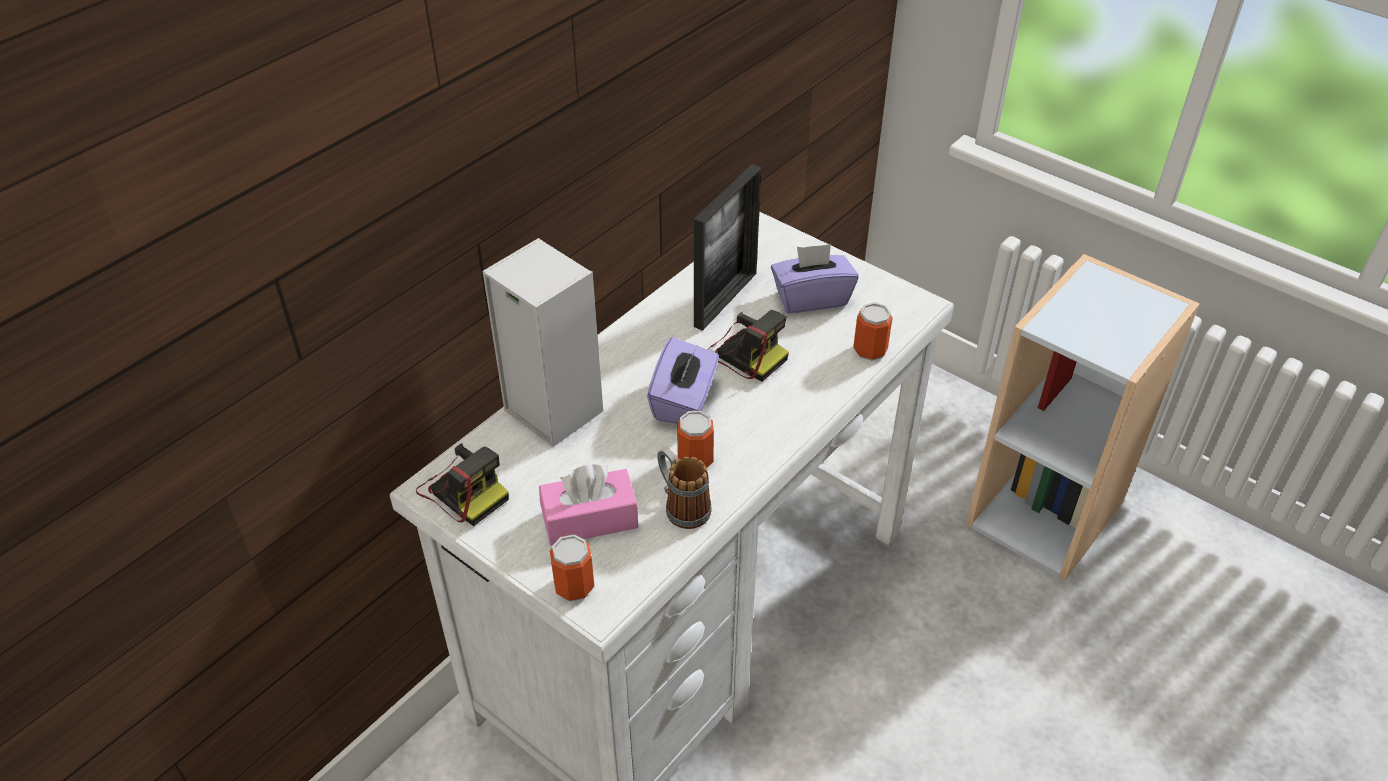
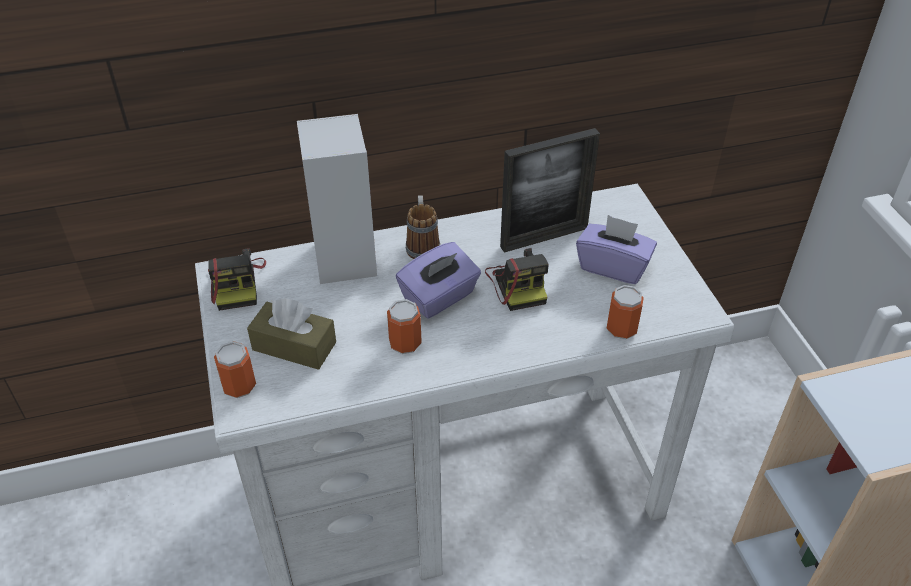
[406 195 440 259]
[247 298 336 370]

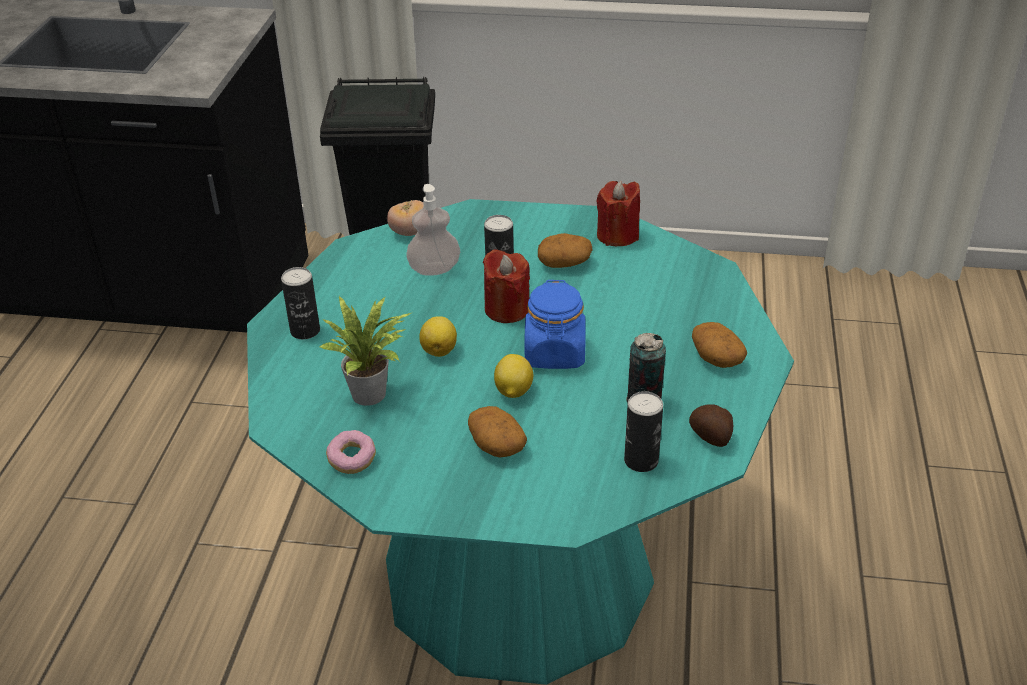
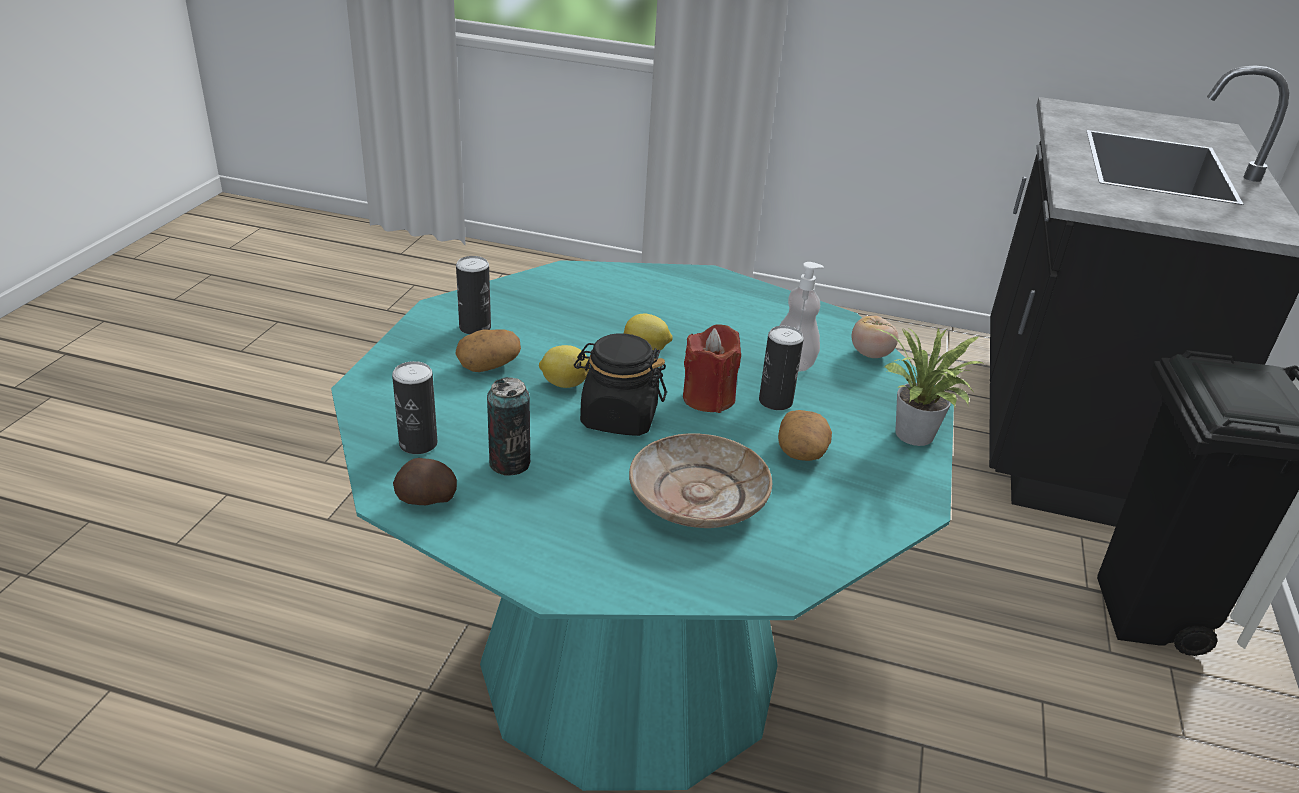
[326 430 376 474] (first image)
[596 181 640 246] (first image)
[692 322 747 368] (first image)
[629 433 772 528]
[456 256 491 335]
[874 328 985 446]
[574 333 667 436]

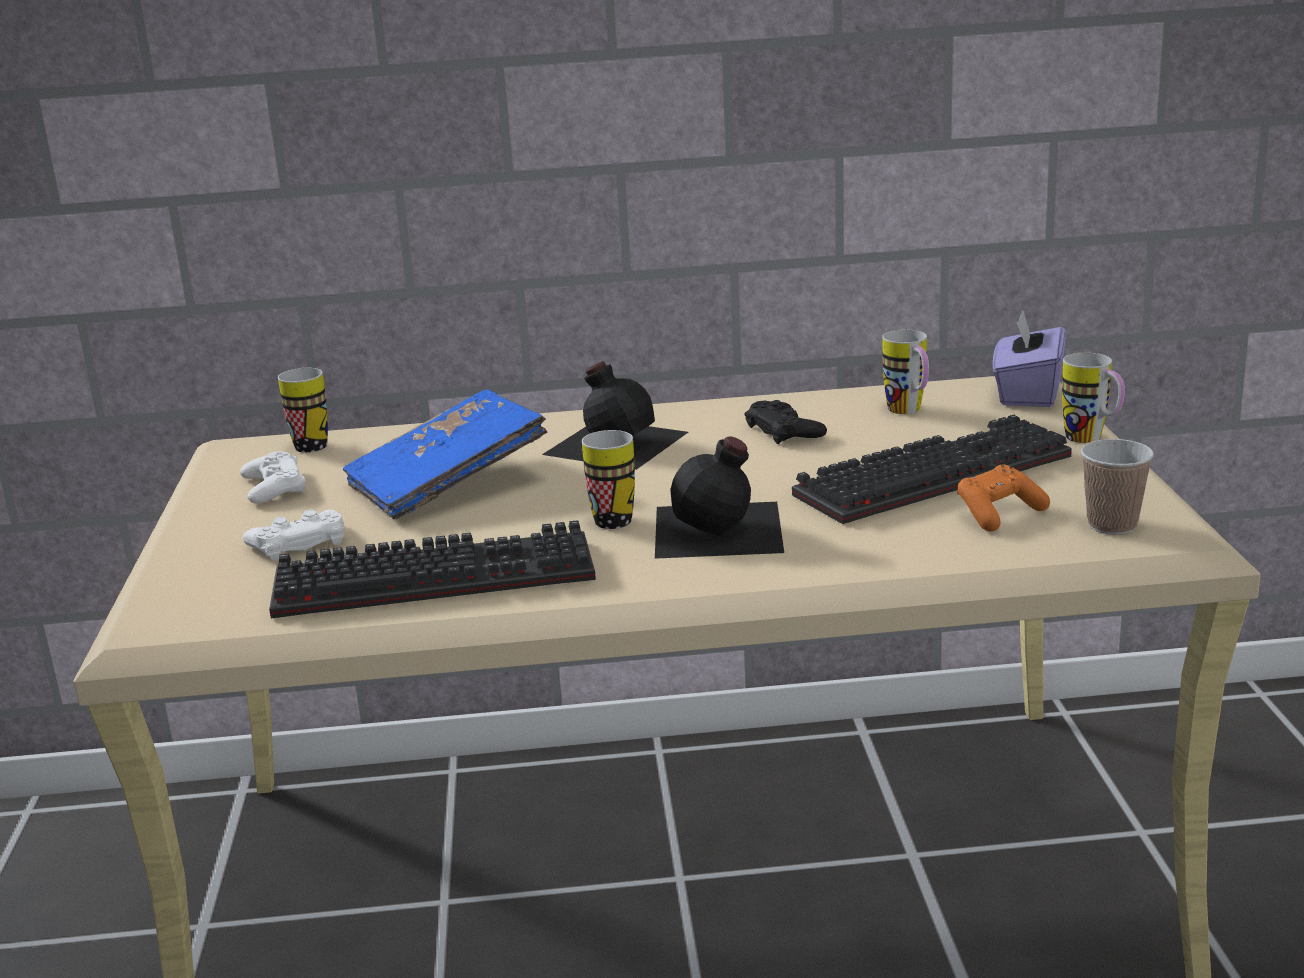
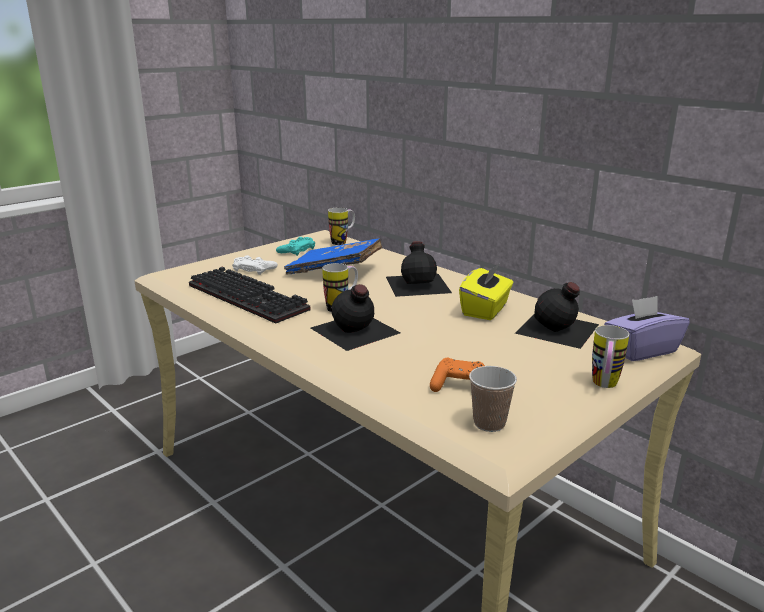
[792 415 1072 524] (first image)
[459 263 513 320]
[515 282 599 349]
[276 237 315 256]

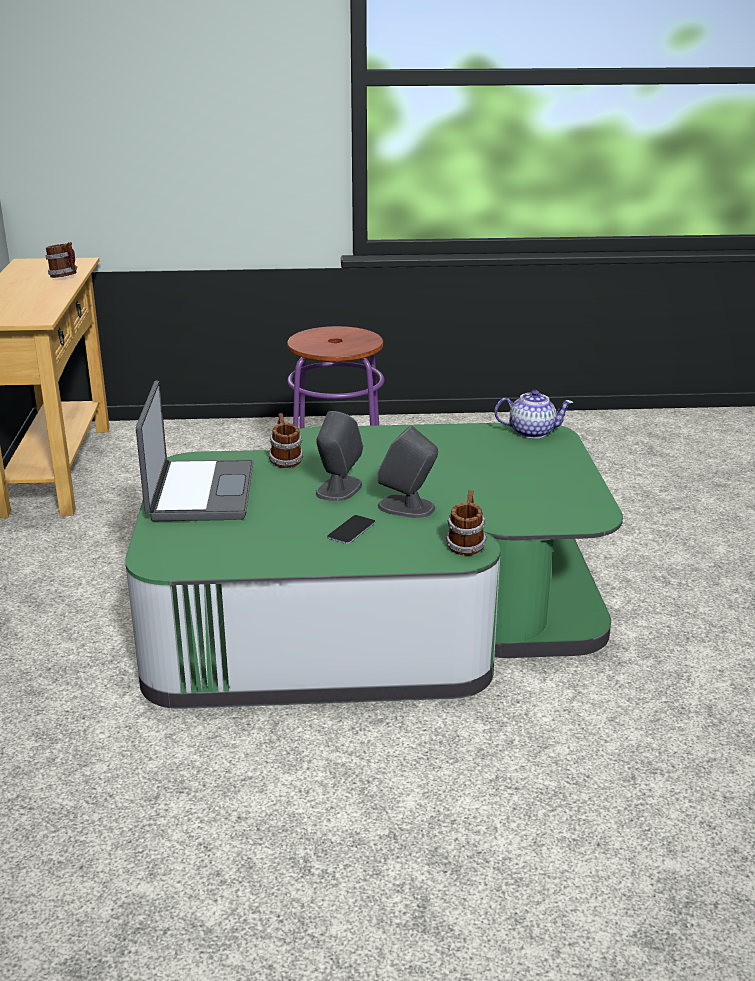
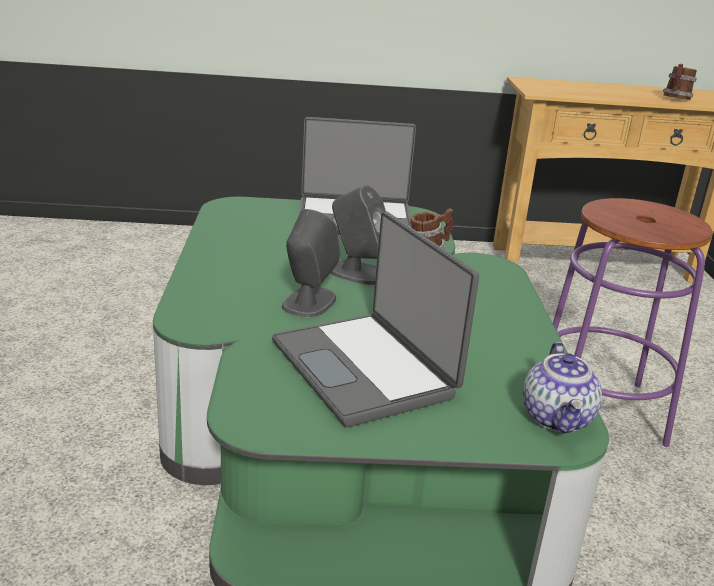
[327 515 375 544] (first image)
[445 490 487 555] (first image)
[272 212 479 427]

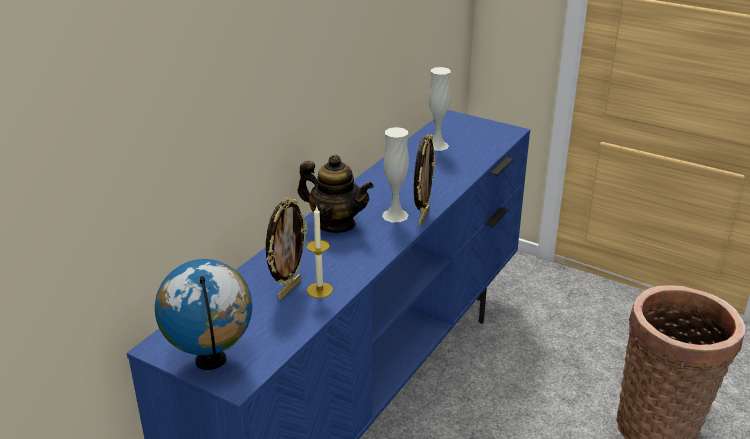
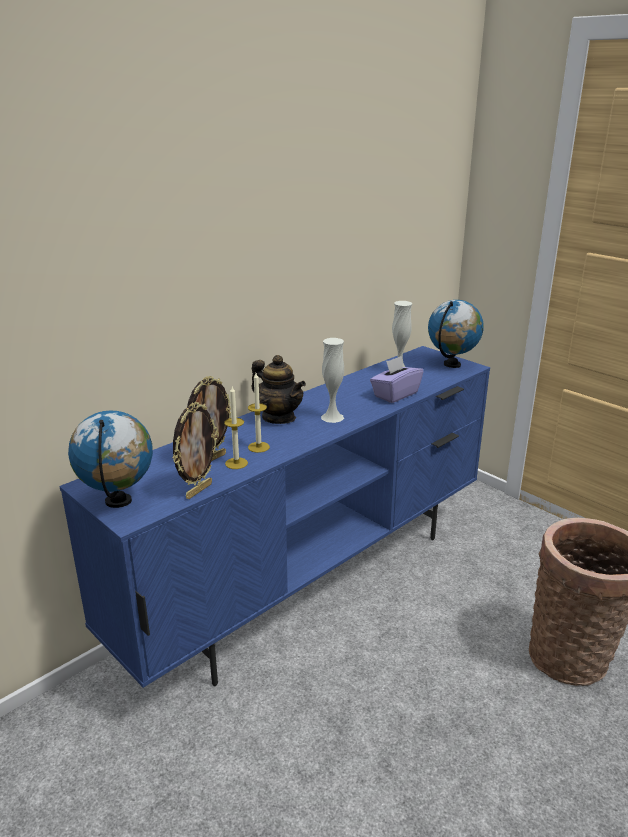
[248 373 270 453]
[370 356 424 403]
[428 300 483 368]
[173 402 219 499]

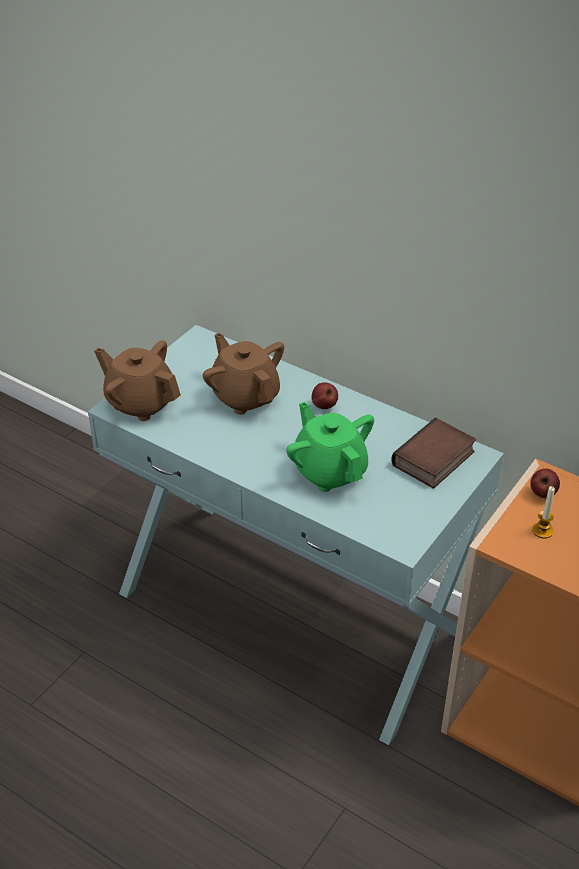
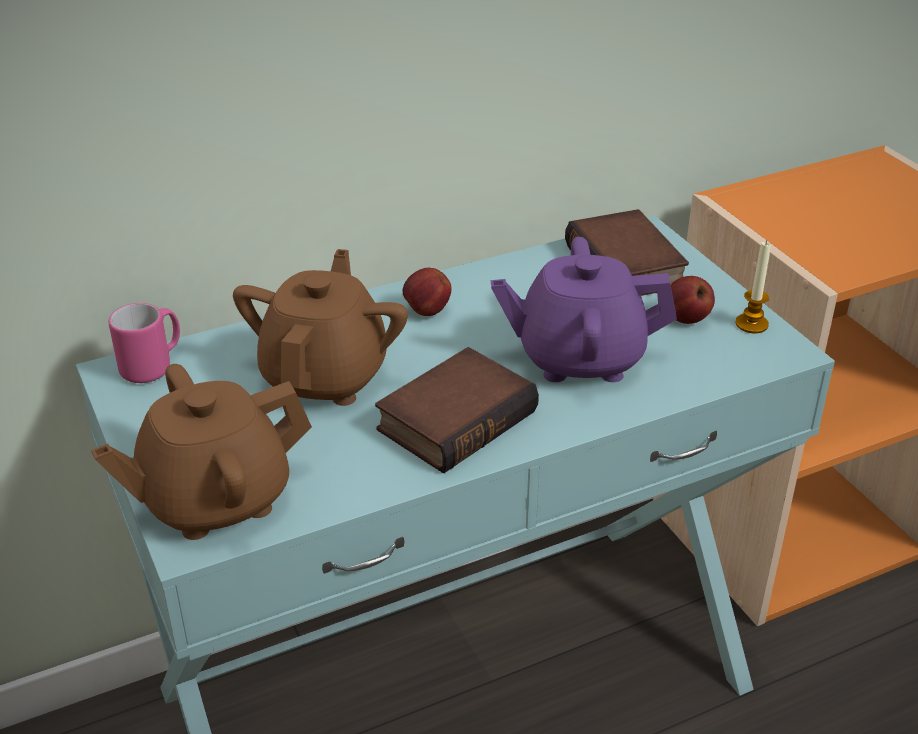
[109 303 180 383]
[375 347 539 473]
[671 276 715 324]
[735 241 771 333]
[491 237 677 382]
[233 249 408 406]

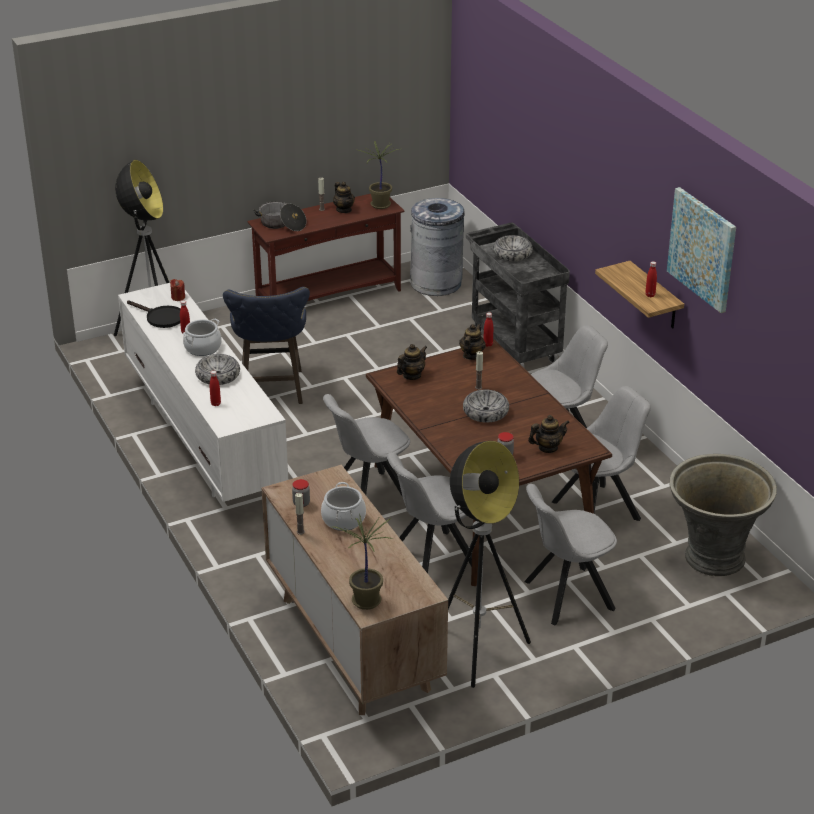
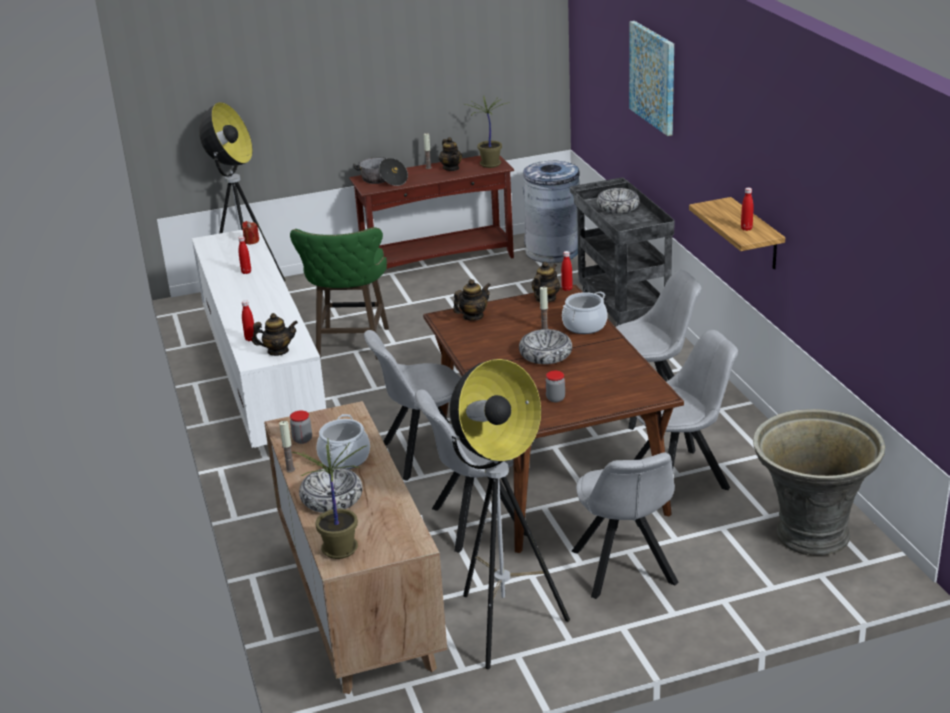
[127 301 181 328] (first image)
[562 291 607 334]
[299 467 363 513]
[252 313 298 356]
[629 21 674 136]
[290 227 389 360]
[571 453 678 599]

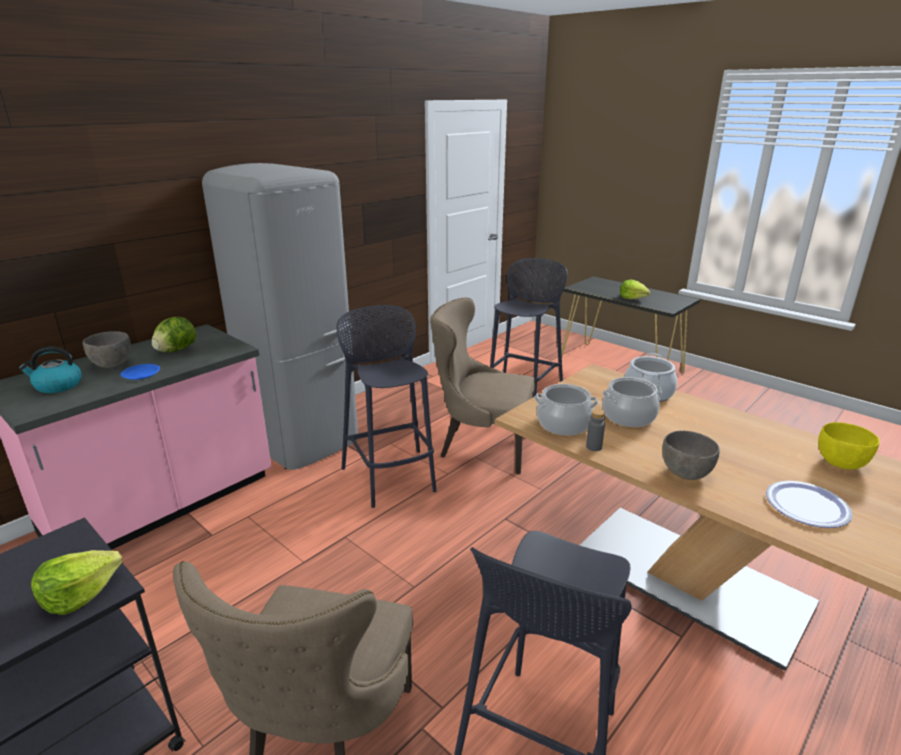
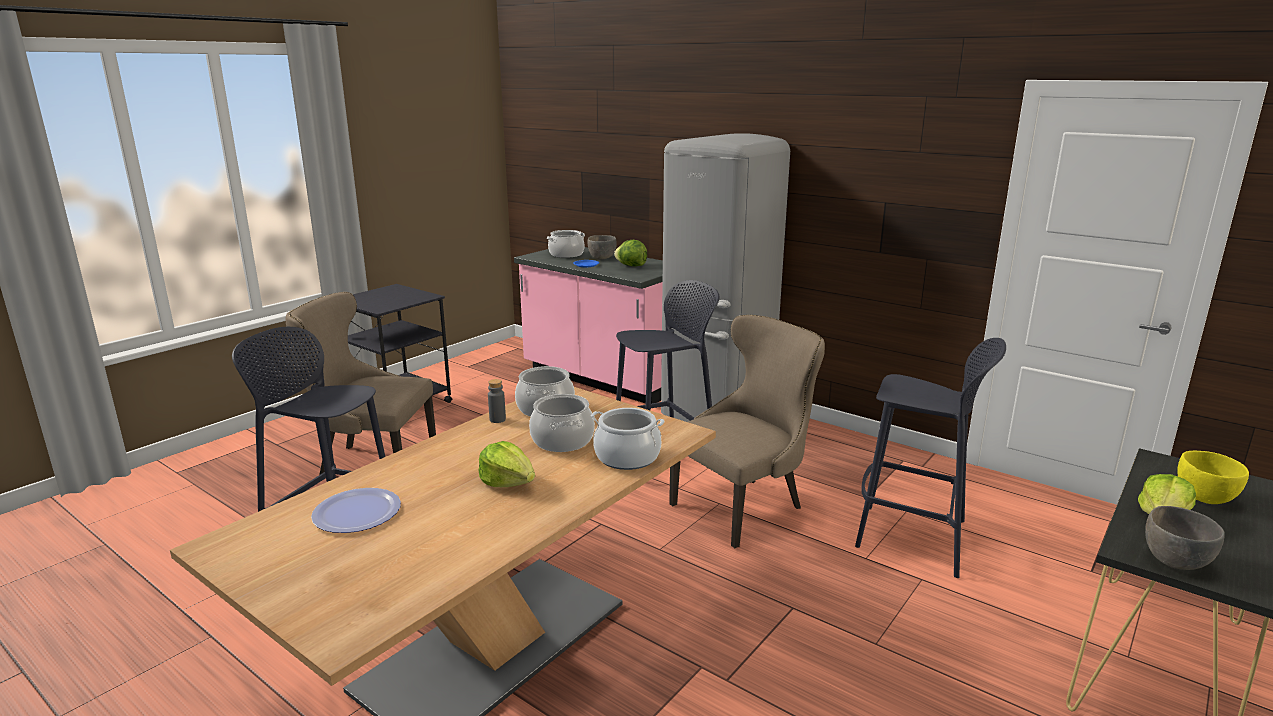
[479 441 535 487]
[1145 506 1225 570]
[1177 451 1249 504]
[547 230 585 258]
[669 315 825 548]

